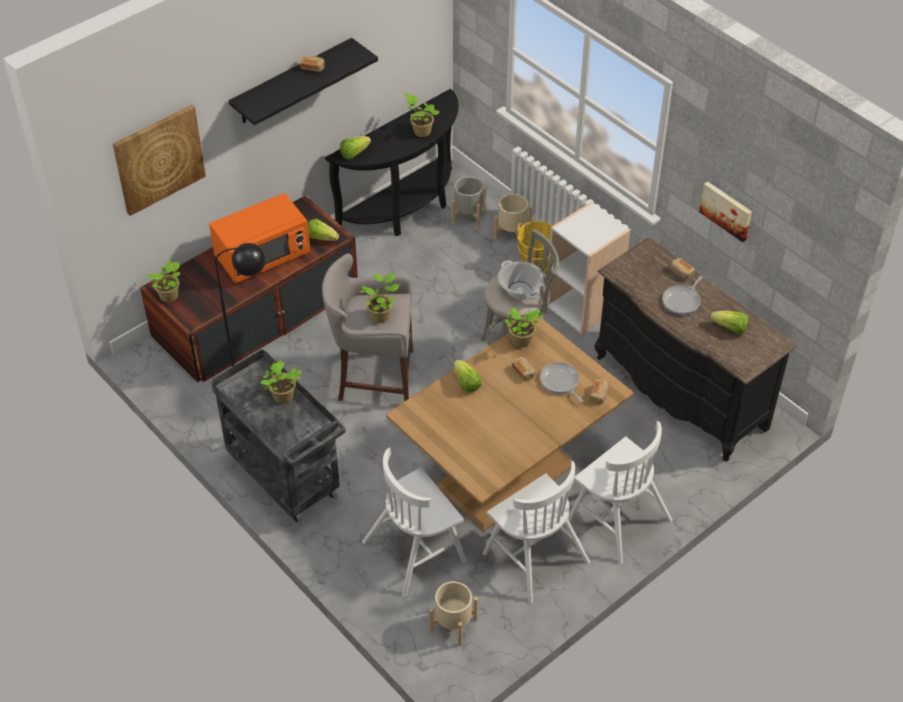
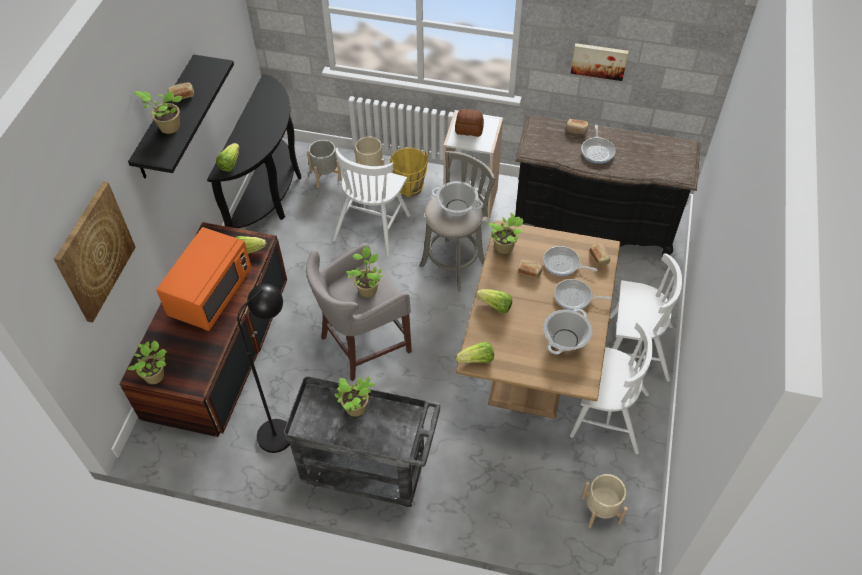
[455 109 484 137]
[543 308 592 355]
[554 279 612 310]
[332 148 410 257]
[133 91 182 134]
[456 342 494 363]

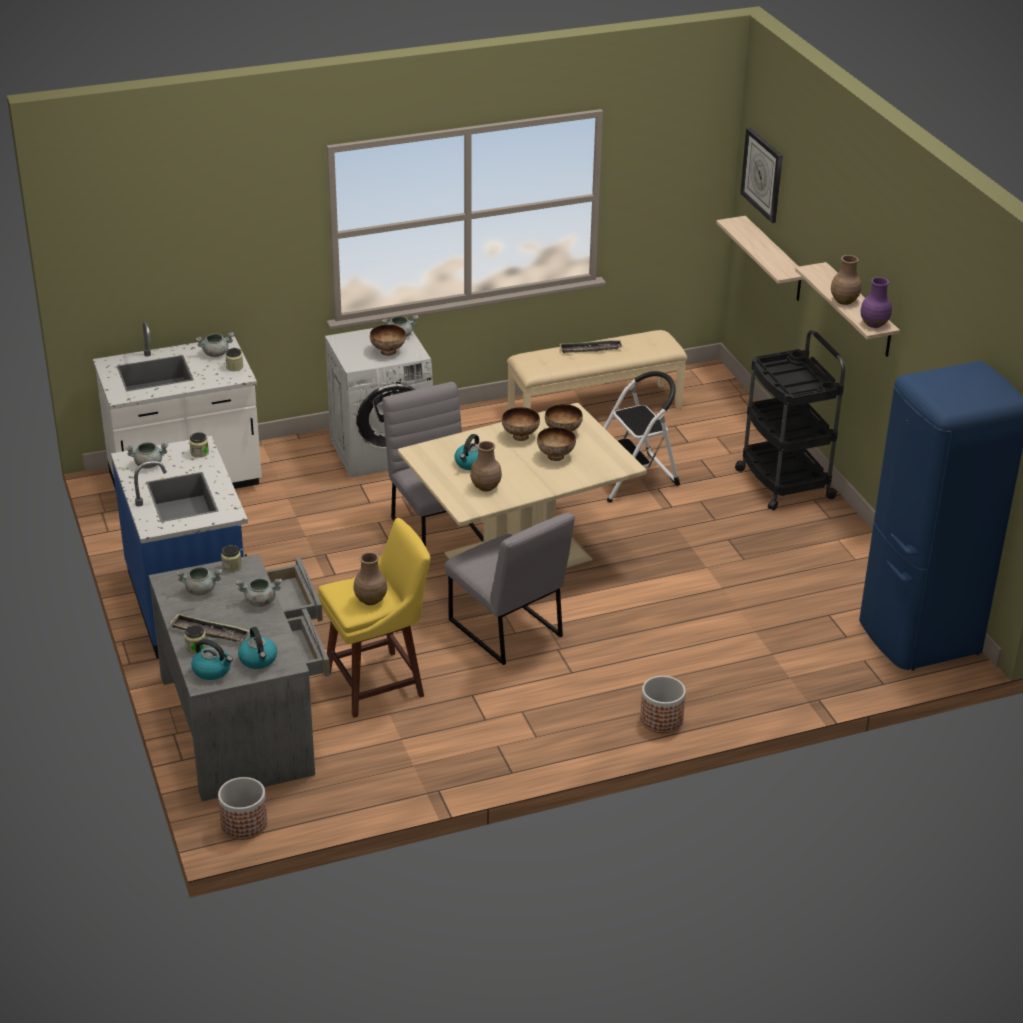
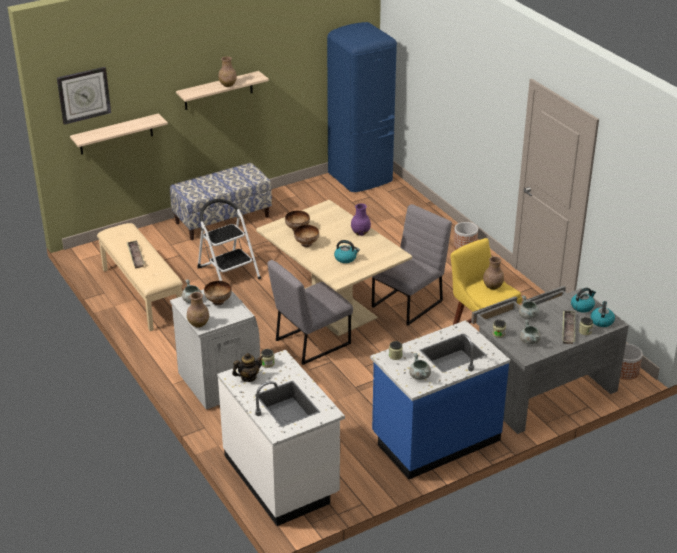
[537 427 576 461] (first image)
[187 292 209 328]
[351 204 371 236]
[232 353 263 382]
[170 163 272 240]

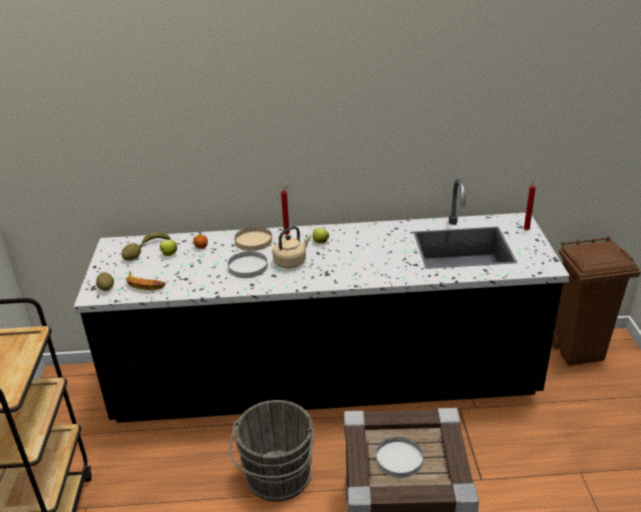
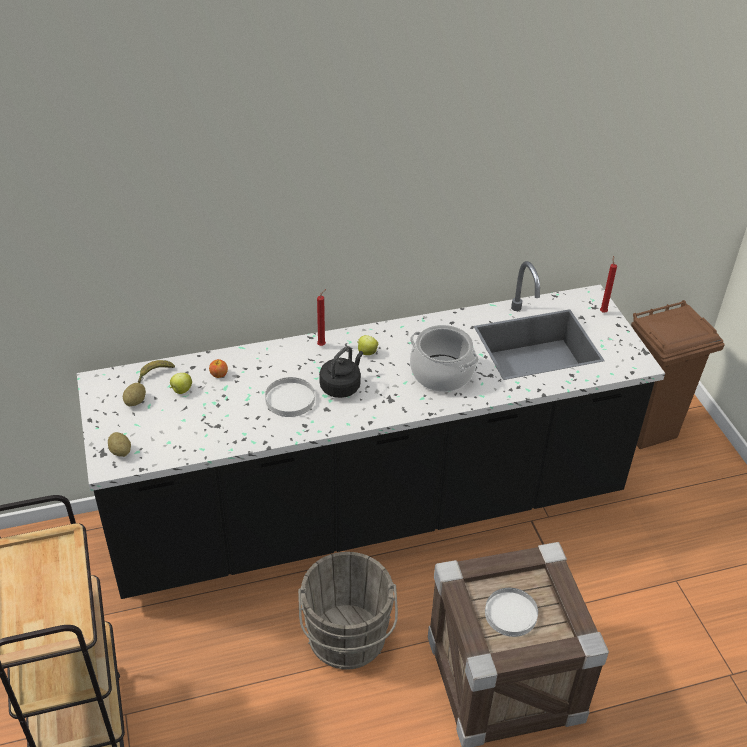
[126 271 166 290] (first image)
[234 227 272 251] (first image)
[410 325 479 392]
[319 346 363 398]

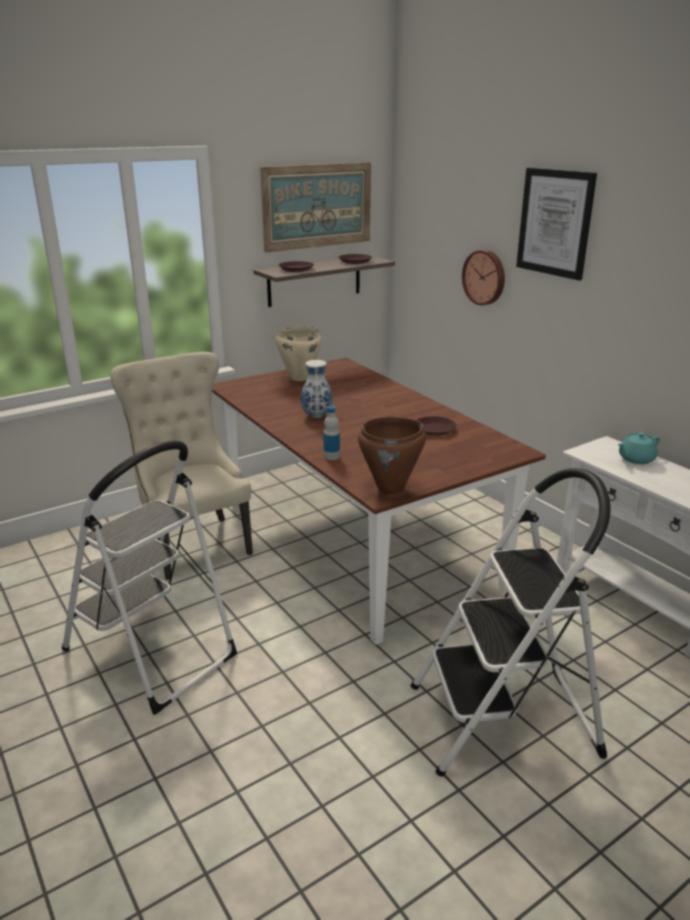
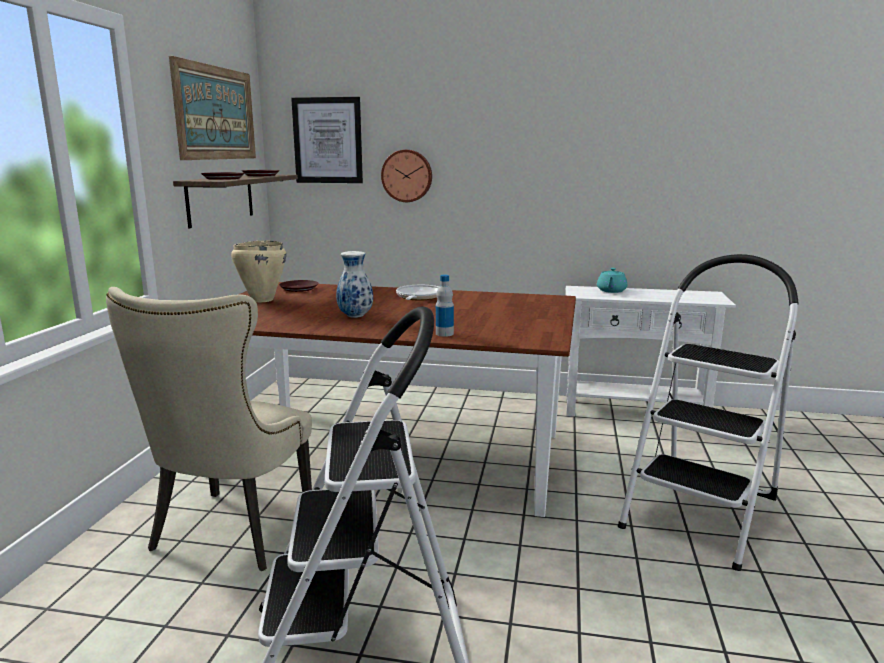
[358 417 426 495] (first image)
[396 285 439 300]
[279 280 319 292]
[291 97 363 183]
[106 287 312 571]

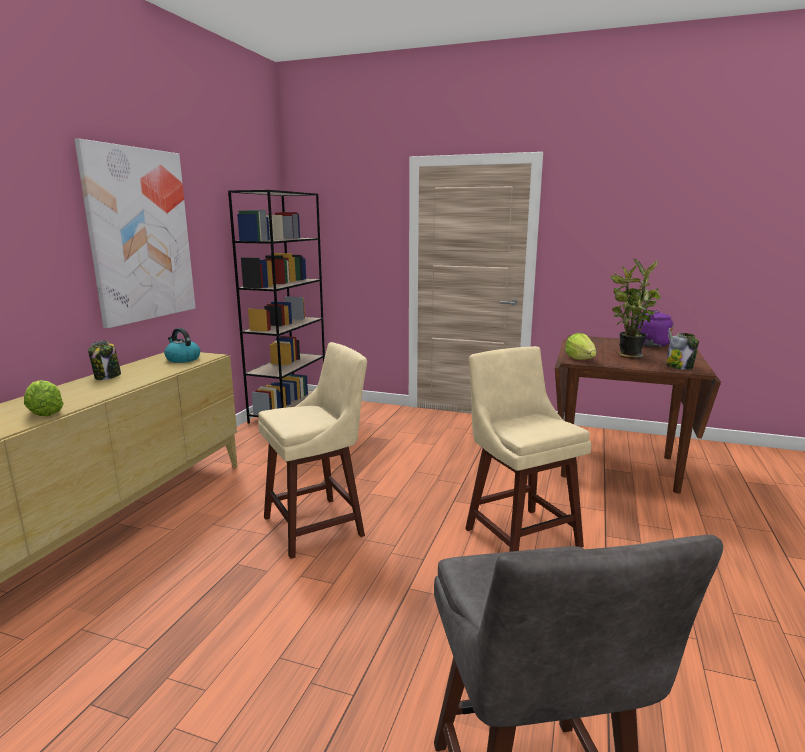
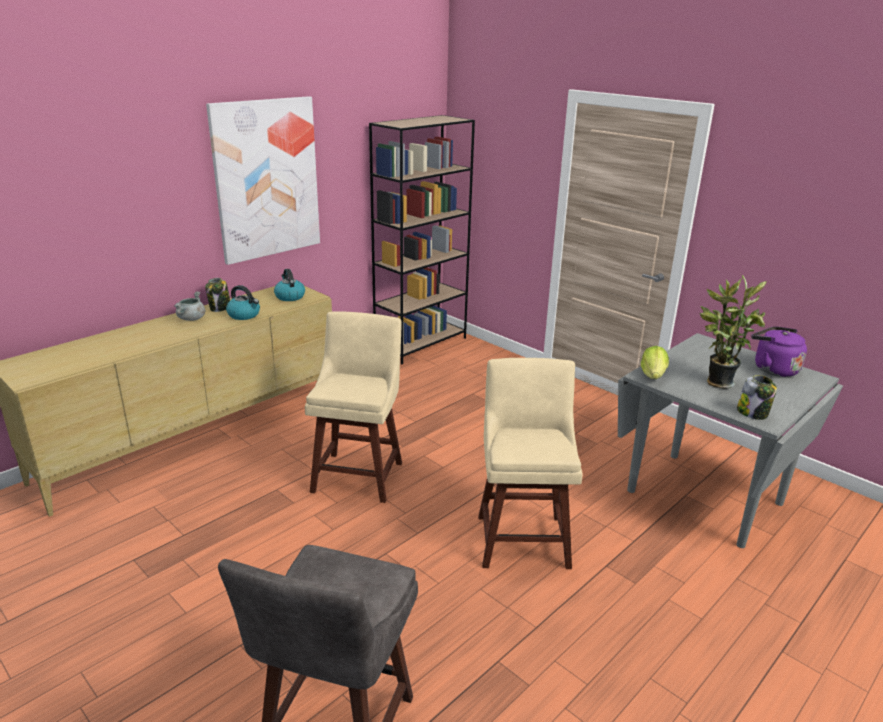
[24 380 64 416] (first image)
[174 291 205 321]
[226 285 260 320]
[618 333 843 548]
[305 311 402 503]

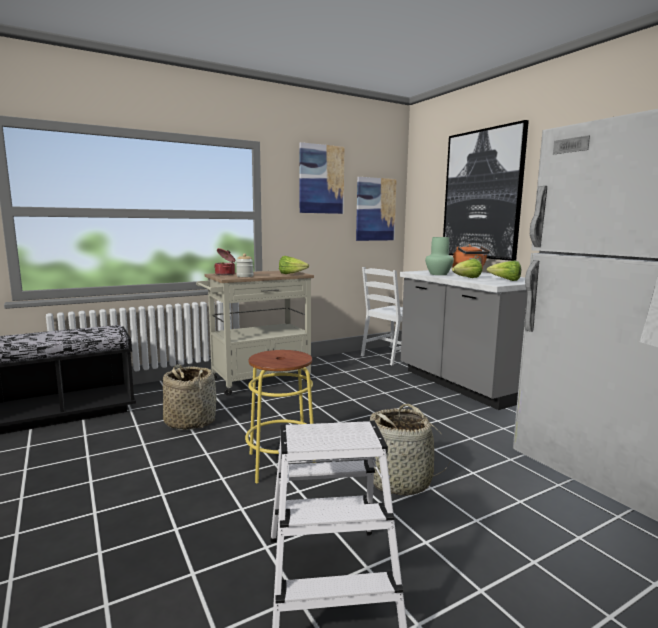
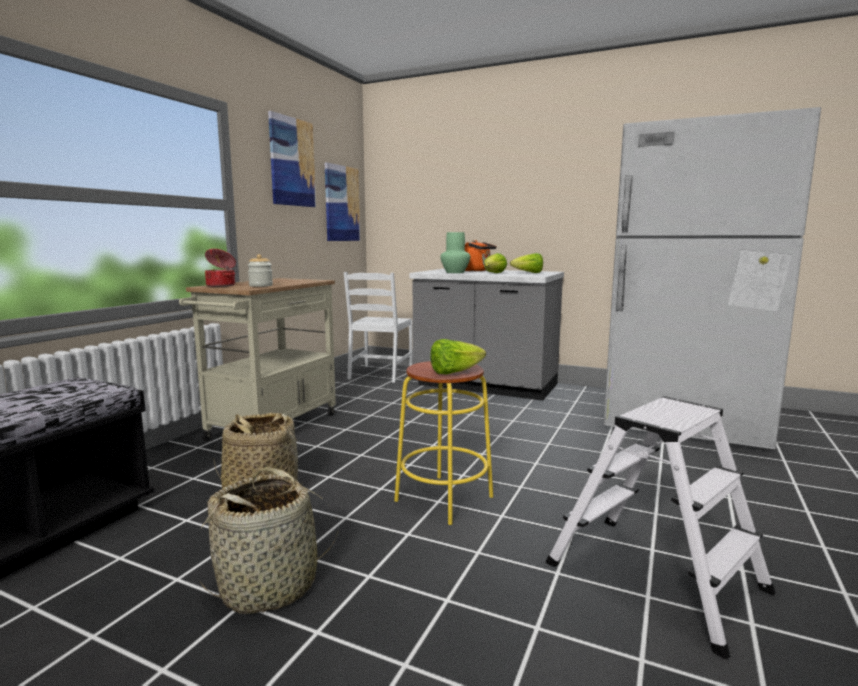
[443 120 529 261] (first image)
[430 339 486 374]
[200 467 338 614]

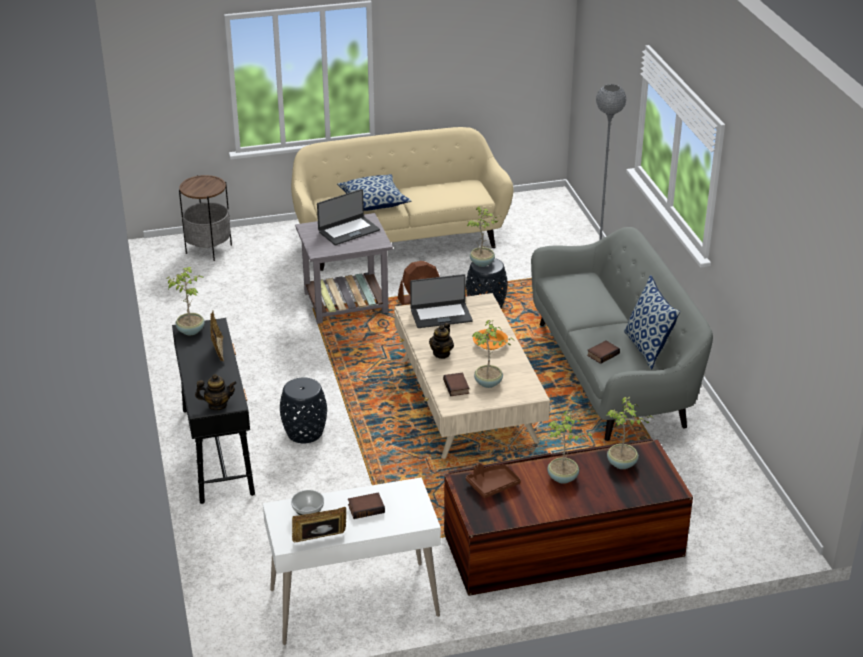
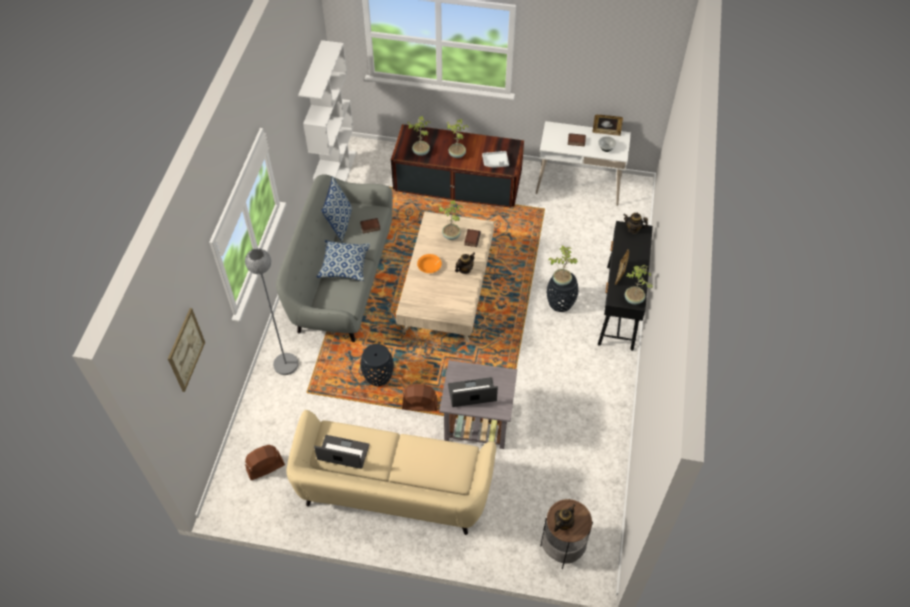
[168 308 205 392]
[245 445 285 480]
[298 40 356 182]
[554 504 575 532]
[316 240 370 281]
[314 435 370 469]
[548 245 578 286]
[482 151 509 168]

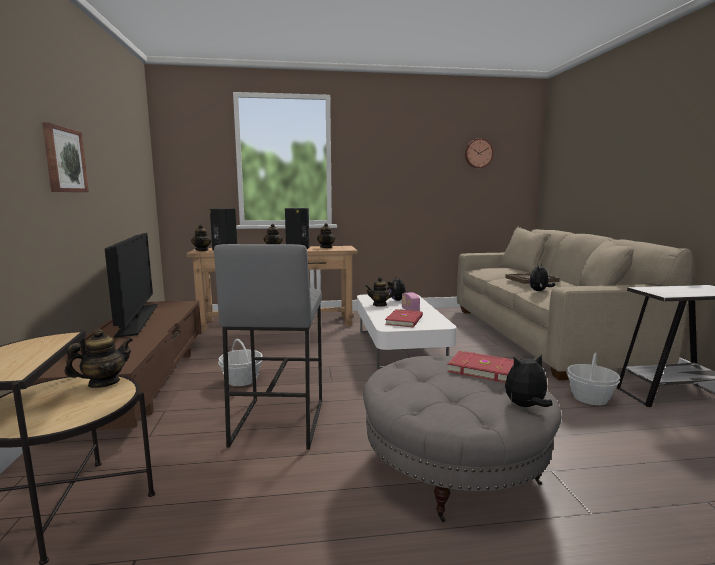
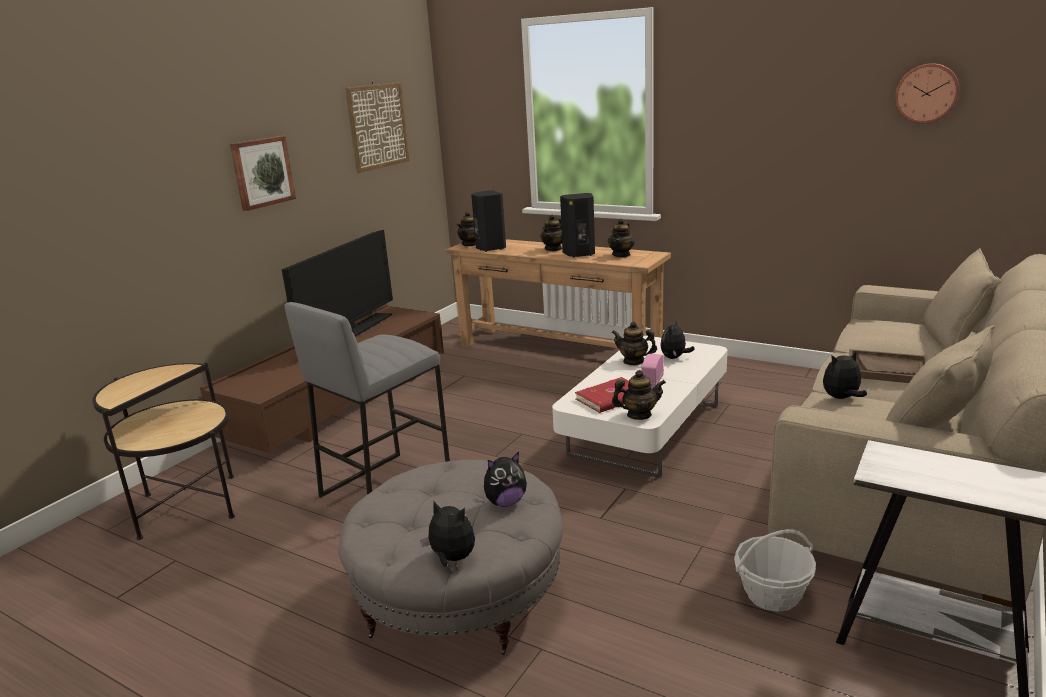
[218 339 263 386] (first image)
[345 82 410 173]
[612 370 666 420]
[484 452 527 507]

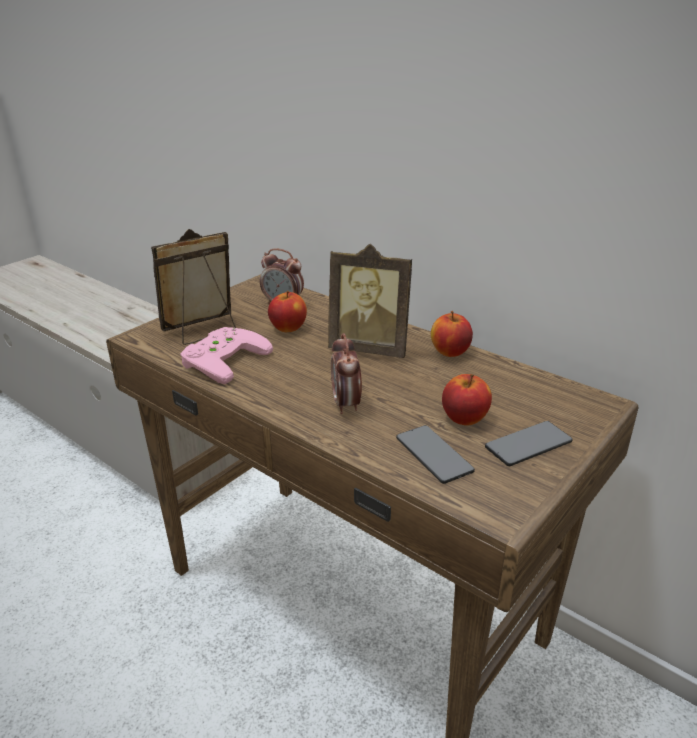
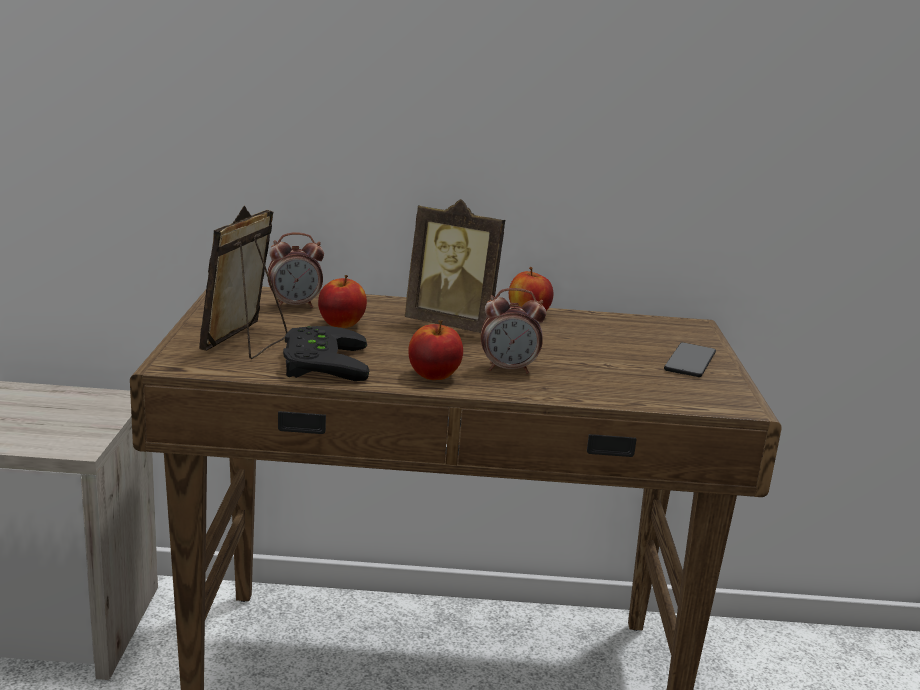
[396 425 475 484] (first image)
[408 321 463 380]
[283 326 369 381]
[404 199 505 333]
[481 288 546 374]

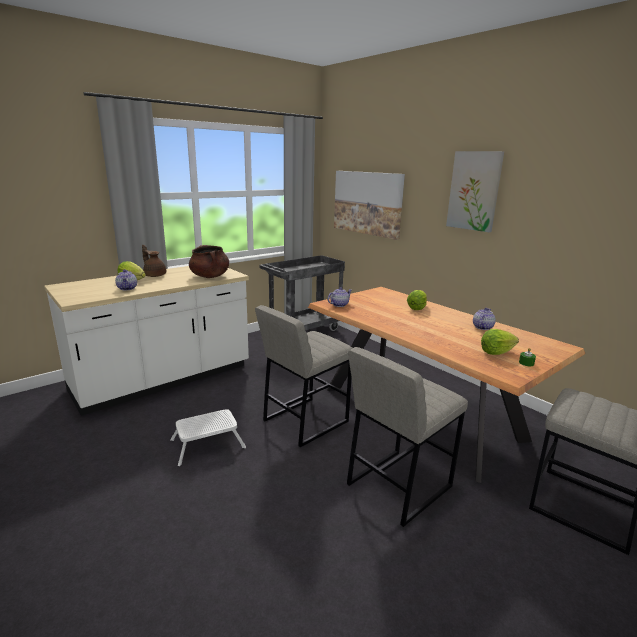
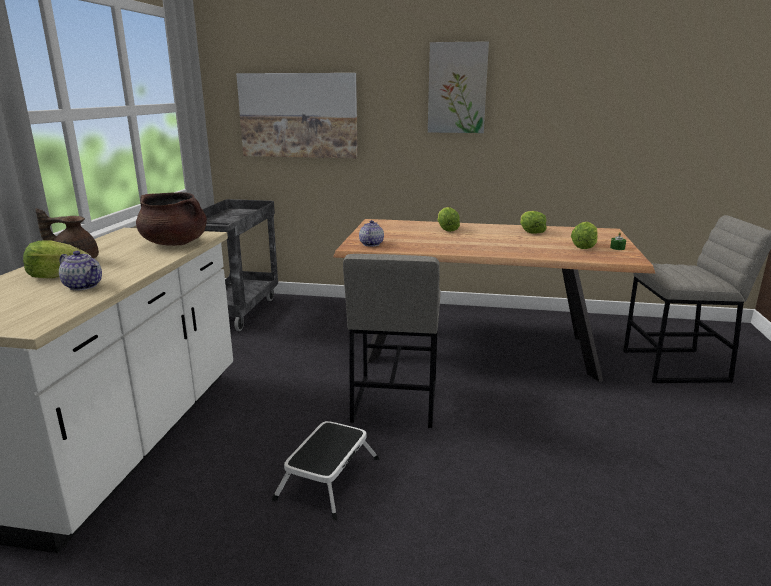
[347 347 468 527] (first image)
[520 211 547 234]
[272 421 379 521]

